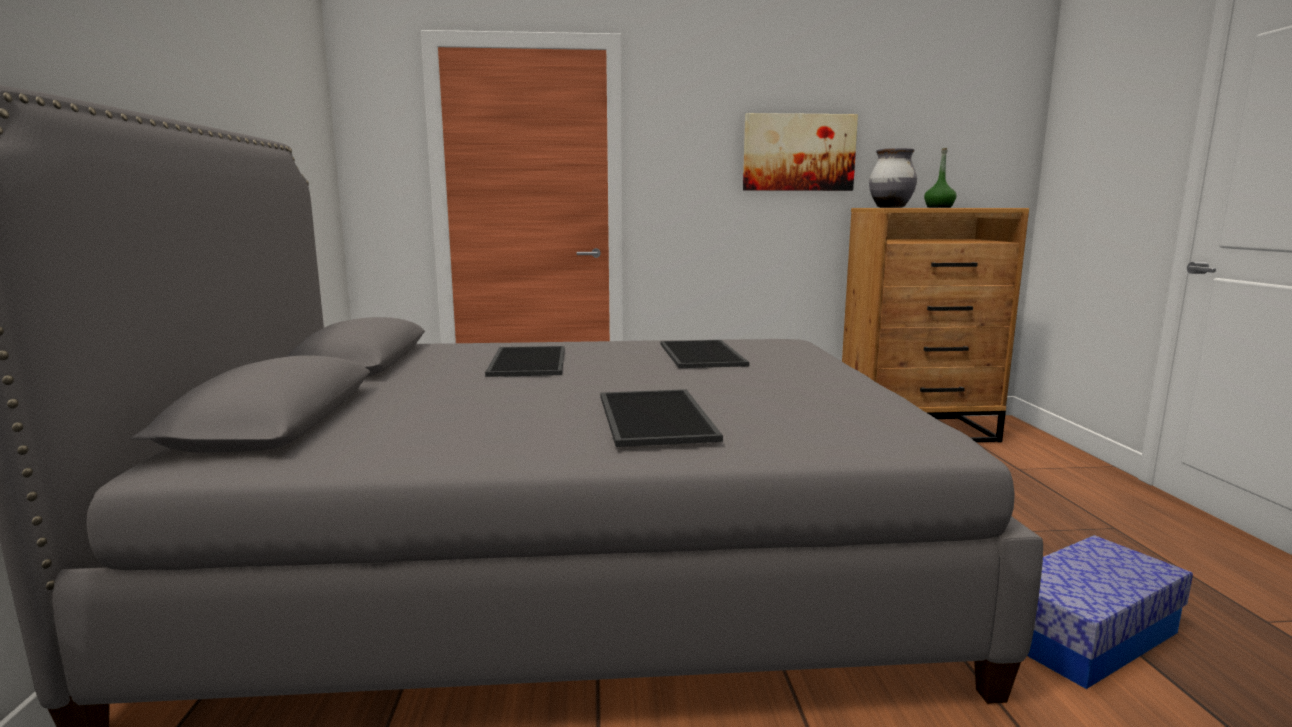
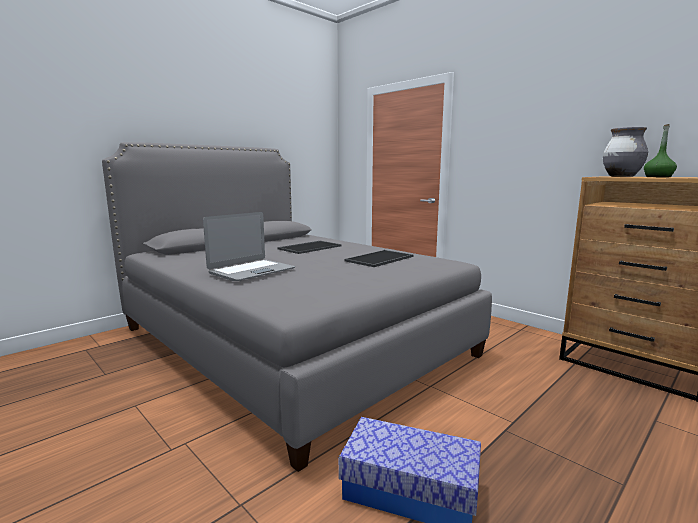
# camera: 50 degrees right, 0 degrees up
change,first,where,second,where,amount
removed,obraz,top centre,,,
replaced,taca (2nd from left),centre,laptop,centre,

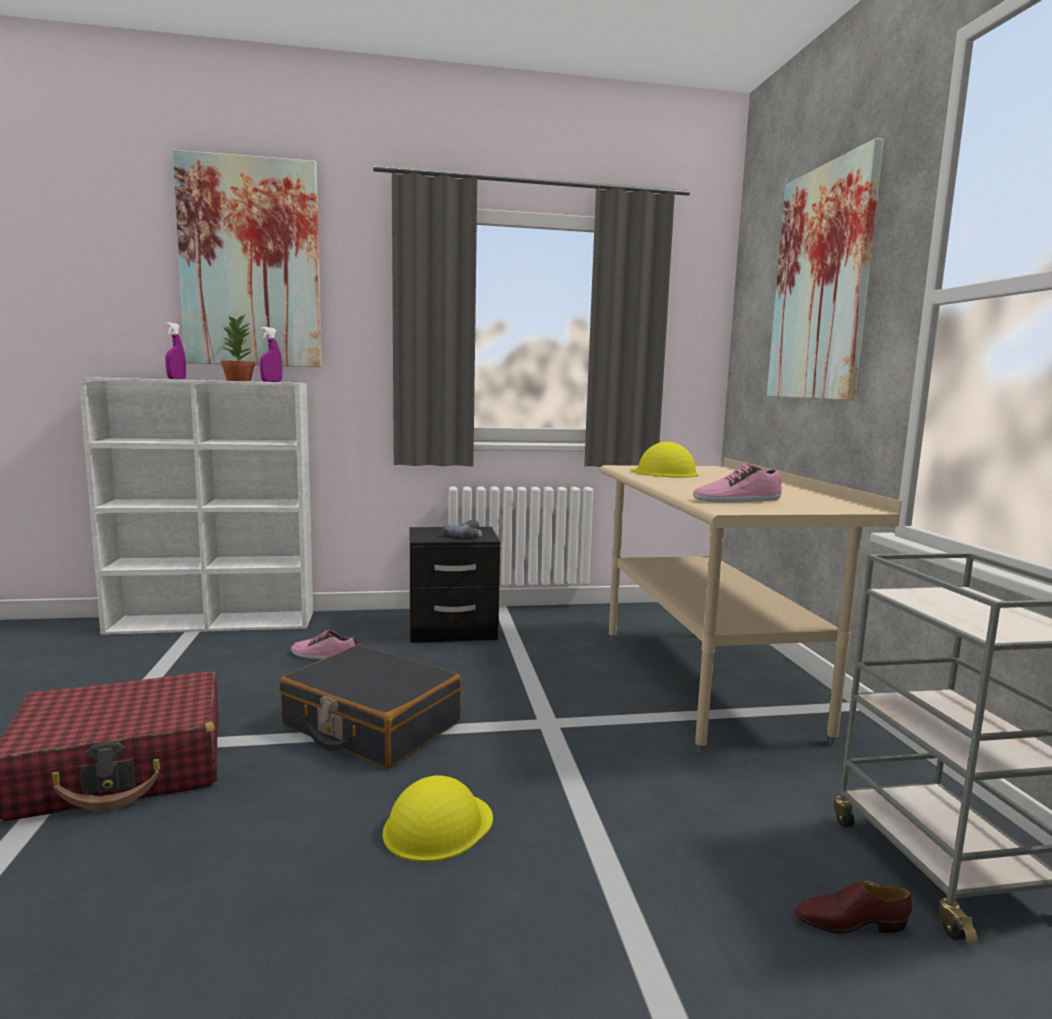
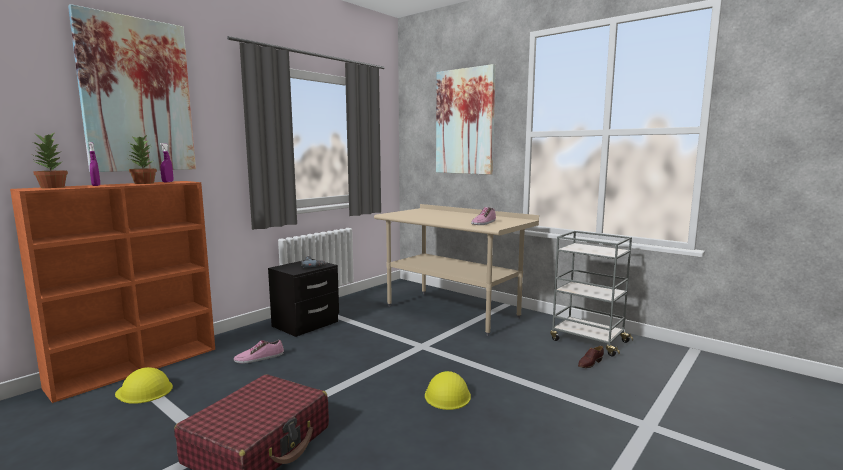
# camera: 40 degrees left, 0 degrees up
change,first,where,second,where,amount
removed,walizka (czarny),bottom centre,,,
added,,,roślina doniczkowa (1st from left),middle left,
moved,kask (żółty) (2nd from left in the first image),centre,kask (żółty) (1st from left),bottom left,
recoloured,regał (biały),middle left,regał (pomarańczowy),middle left,

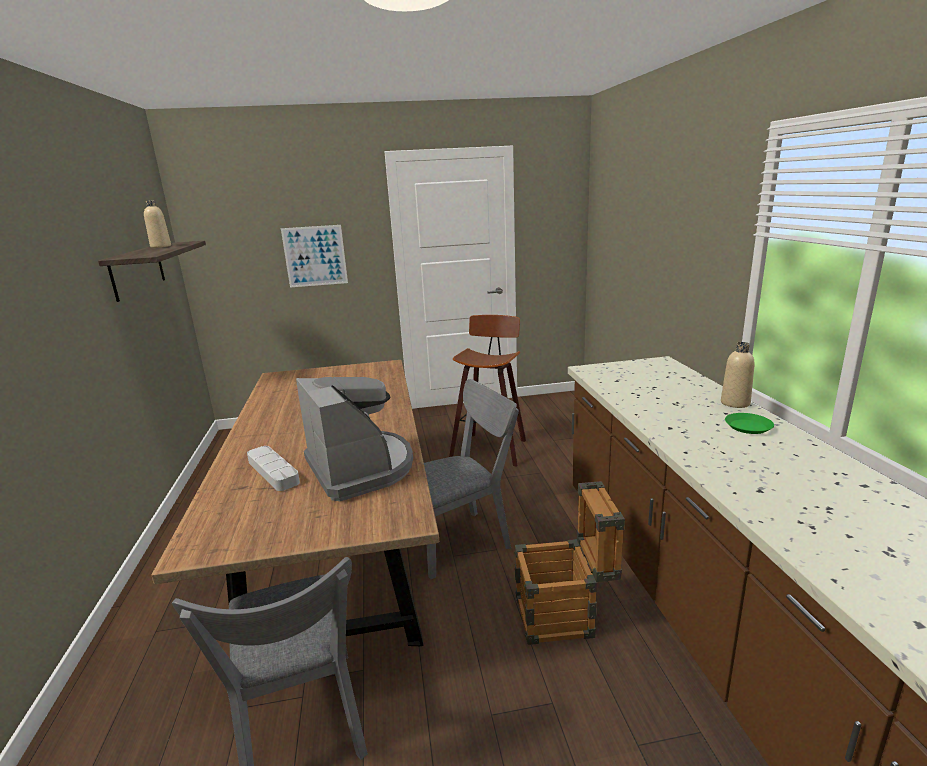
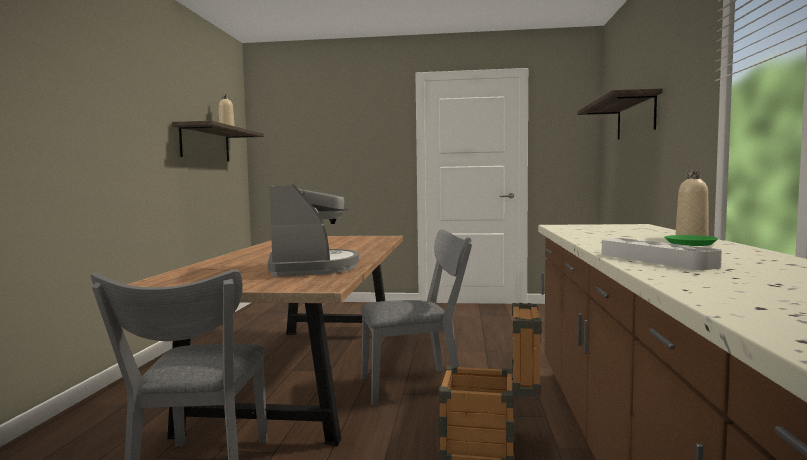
# camera: 15 degrees right, 15 degrees down
change,first,where,second,where,amount
removed,obraz,centre,,,
removed,stołek,centre,,,
added,,,półka (2nd from left),top right,
moved,taca (szary),middle left,,middle right,

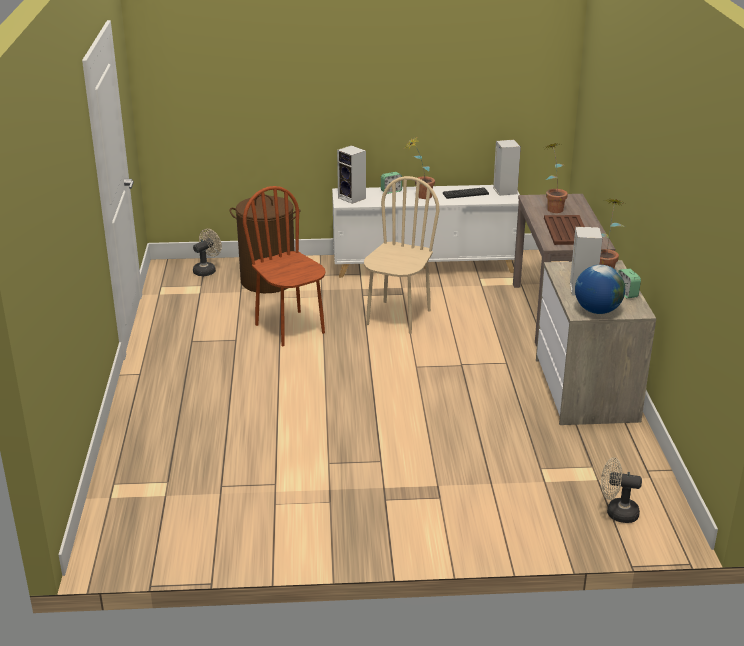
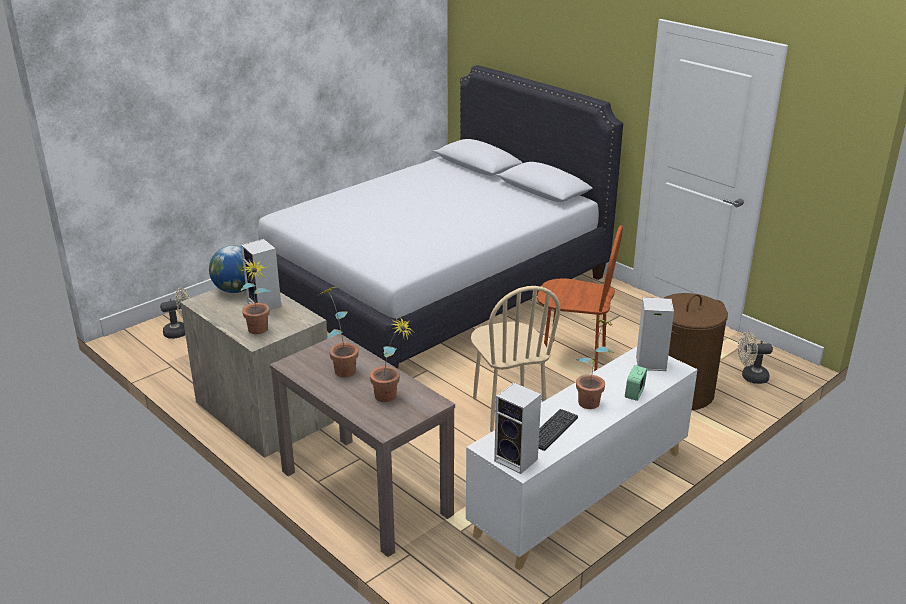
# camera: 140 degrees right, 0 degrees up
change,first,where,second,where,amount
removed,budzik (2nd from left),middle right,,,
added,,,łóżko (biały),centre,
replaced,taca (brązowy),middle right,roślina doniczkowa (2nd from left),centre,
turned,wentylator (beżowy) (1st from left in the first image),middle left,wentylator (beżowy) (2nd from left),middle right,90 degrees clockwise

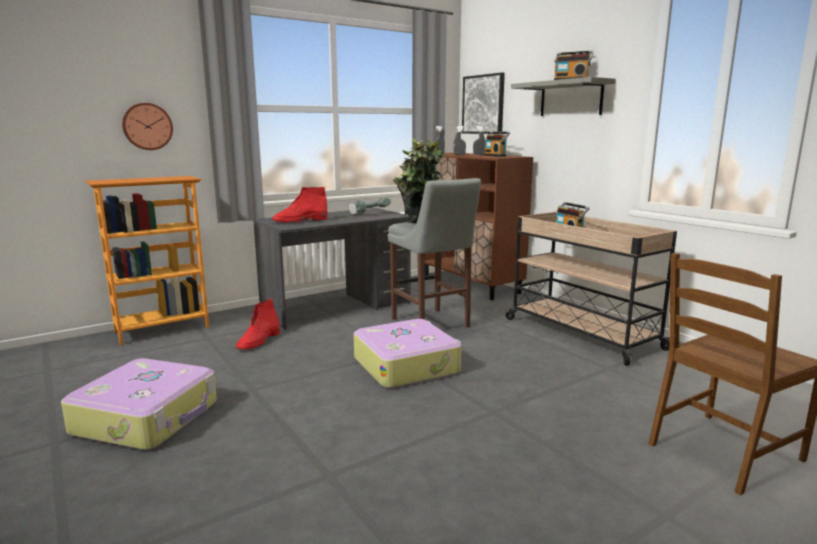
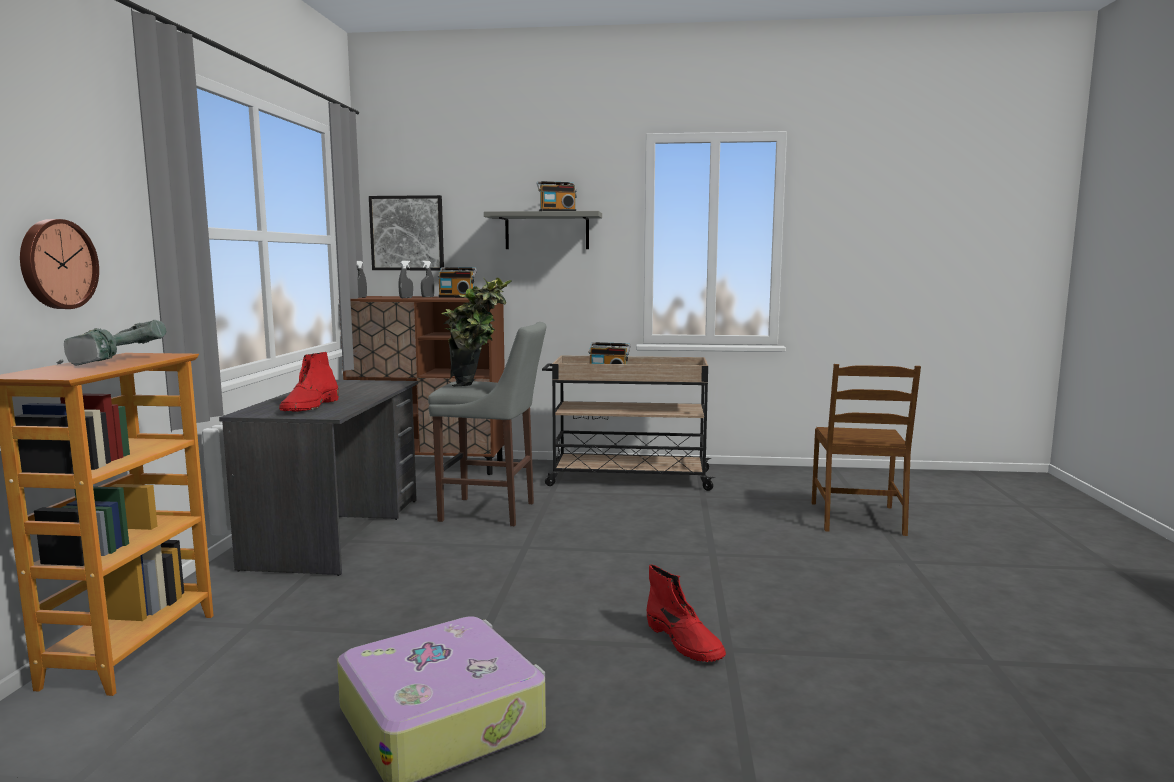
# camera: 50 degrees left, 5 degrees down
change,first,where,second,where,amount
removed,walizka (2nd from left),centre,,,
moved,but z cholewką (czerwony) (1st from left in the first image),middle left,but z cholewką (czerwony) (2nd from left),bottom centre,
moved,wiertarka,centre,,middle left,

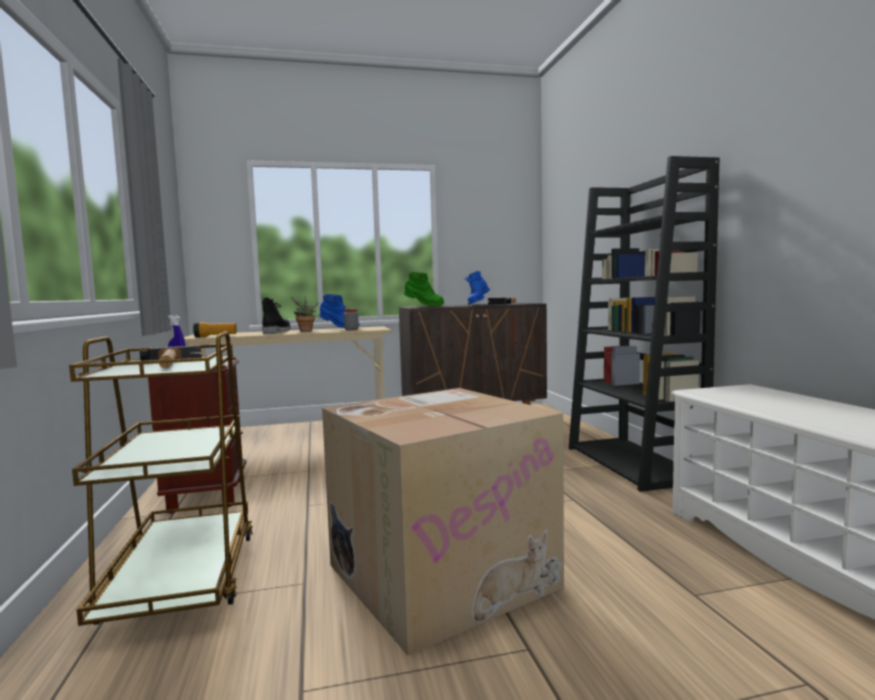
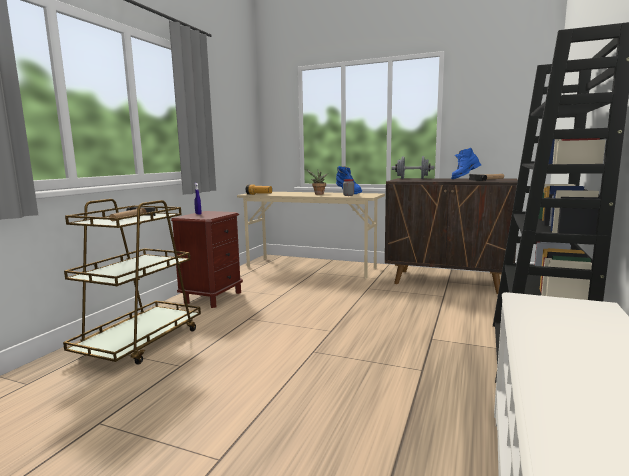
# camera: 35 degrees right, 5 degrees up
change,first,where,second,where,amount
removed,but z cholewką (czarny),middle left,,,
removed,karton,bottom centre,,,
replaced,but z cholewką (zielony),centre,hantel (szary),centre,

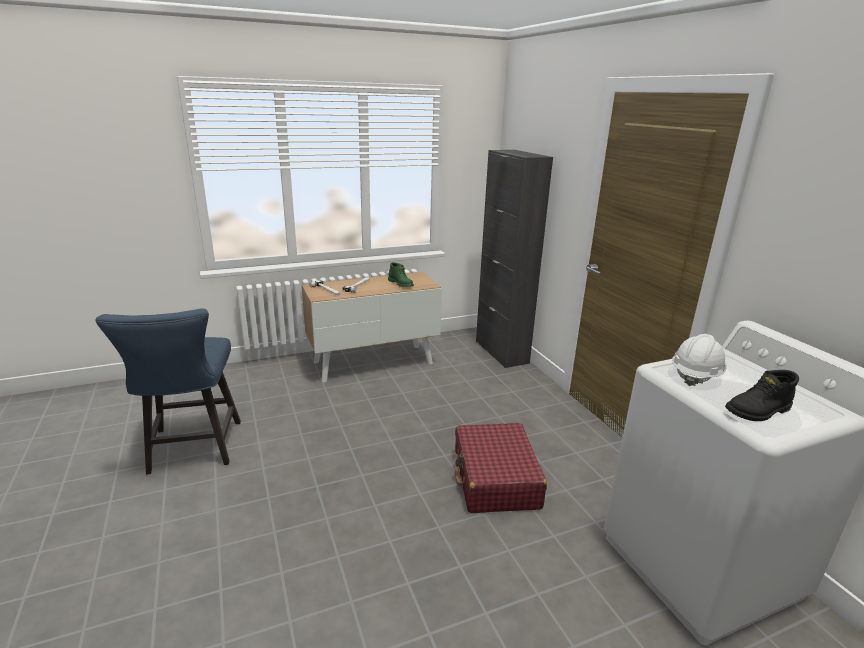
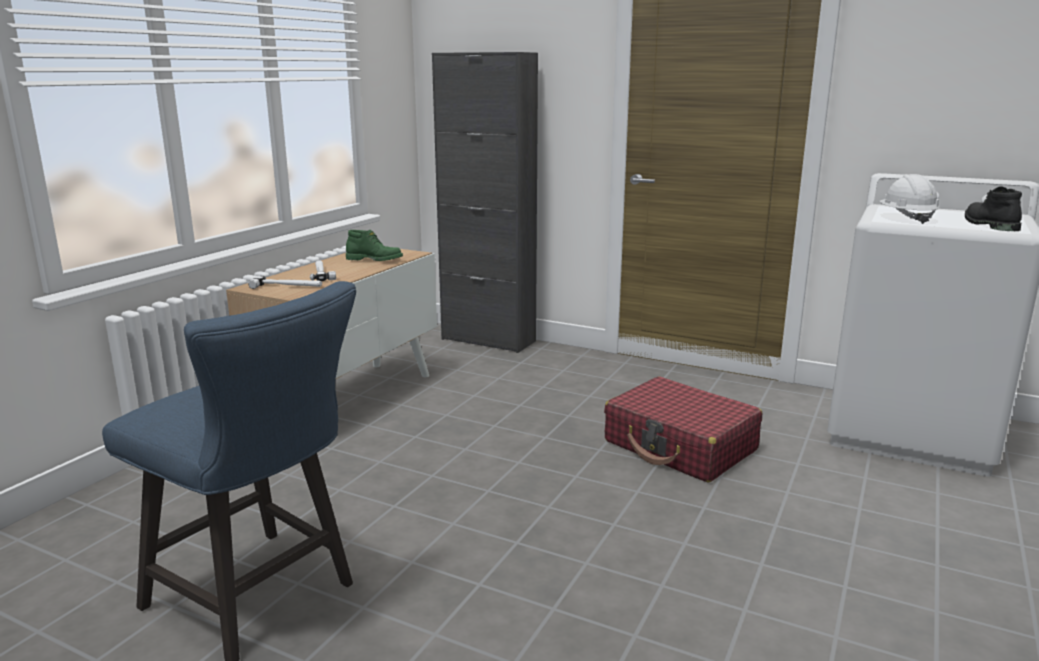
# camera: 40 degrees left, 5 degrees down
change,first,where,second,where,amount
turned,but z cholewką (czarny),middle right,,top right,150 degrees clockwise

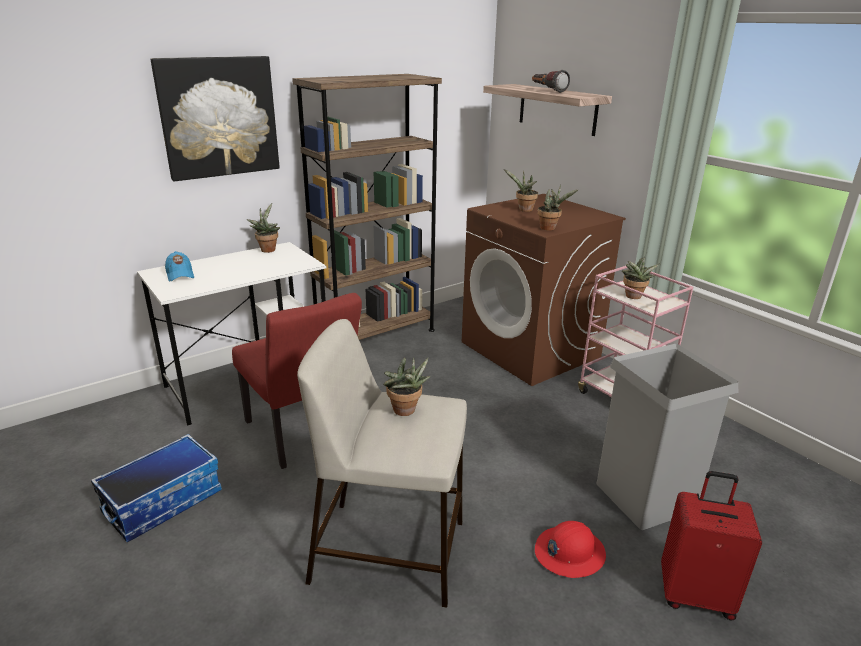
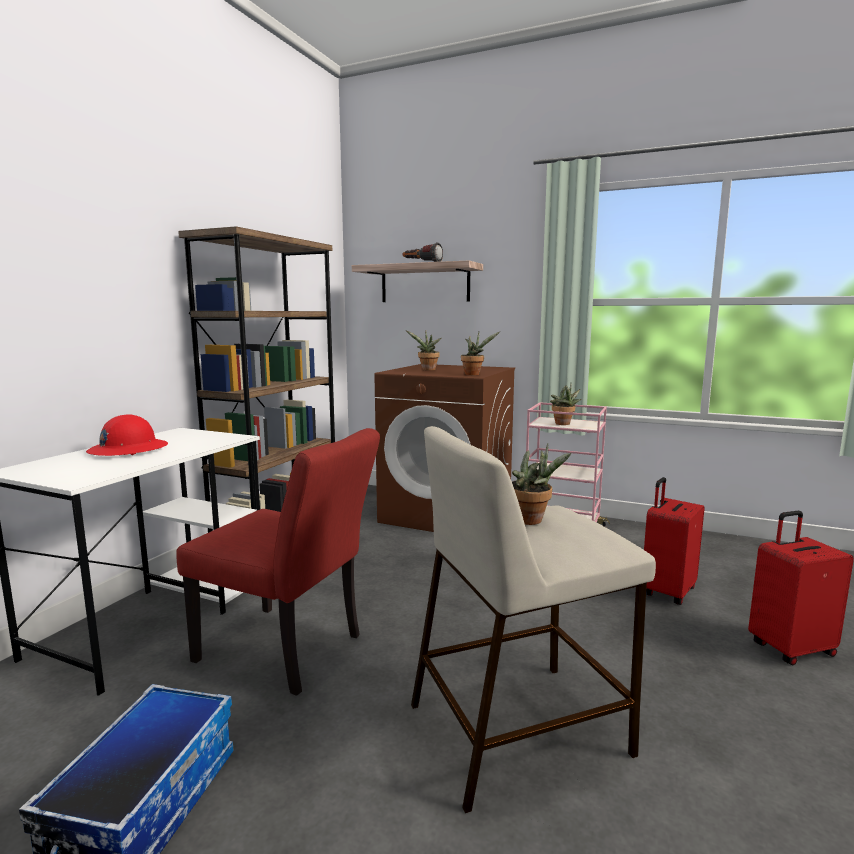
# camera: 30 degrees left, 15 degrees down
change,first,where,second,where,amount
removed,obraz,top left,,,
removed,czapka z daszkiem (niebieski),middle left,,,
removed,roślina doniczkowa (1st from left),middle left,,,
moved,kask (czerwony),bottom centre,,middle left,
replaced,kosz na śmieci (szary),bottom right,walizka (czerwony) (1st from left),middle right,

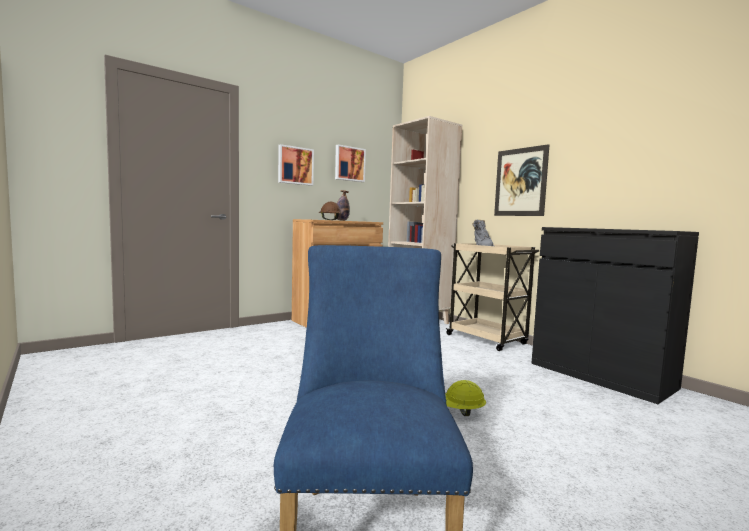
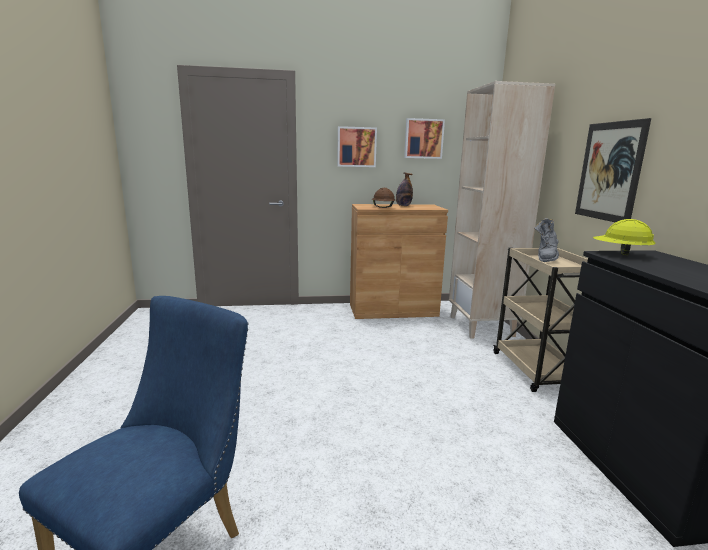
# camera: 30 degrees right, 10 degrees up
change,first,where,second,where,amount
moved,kask (żółty),bottom centre,,middle right,

